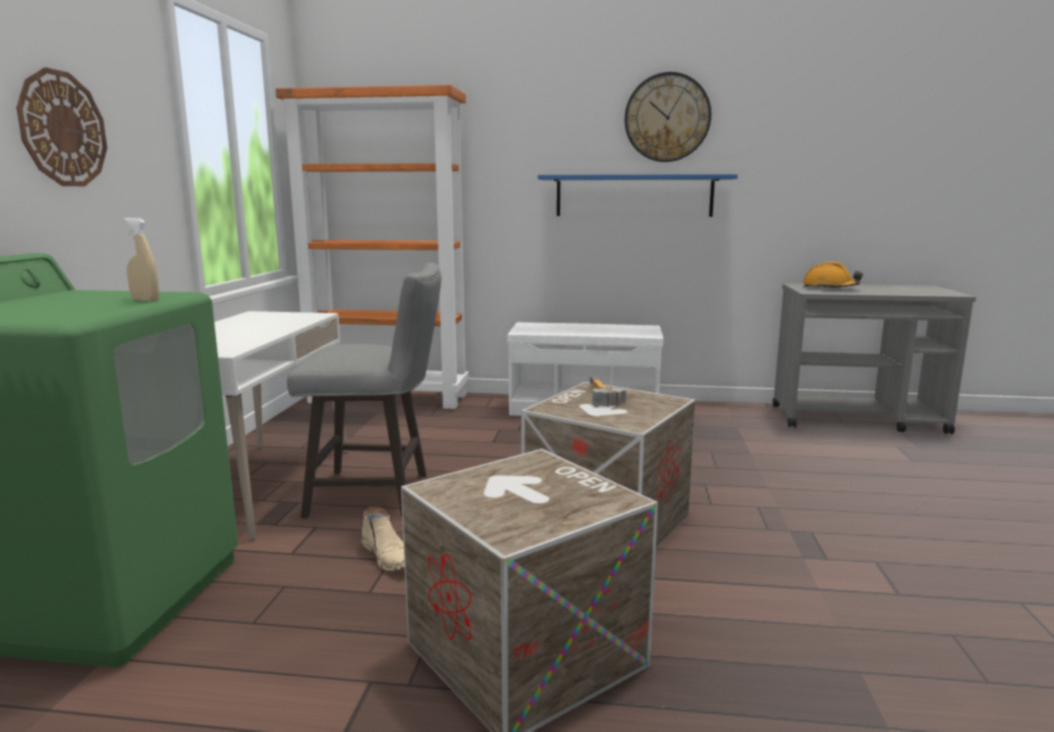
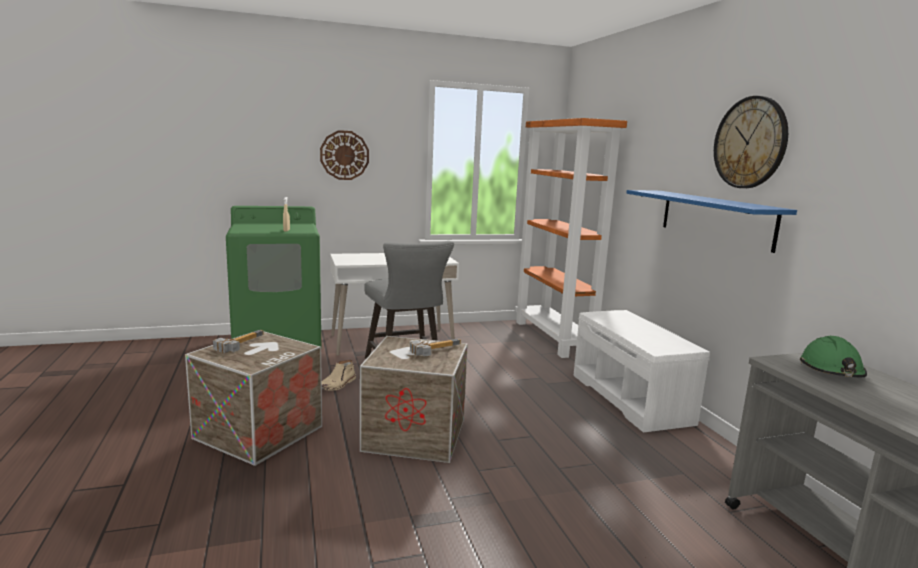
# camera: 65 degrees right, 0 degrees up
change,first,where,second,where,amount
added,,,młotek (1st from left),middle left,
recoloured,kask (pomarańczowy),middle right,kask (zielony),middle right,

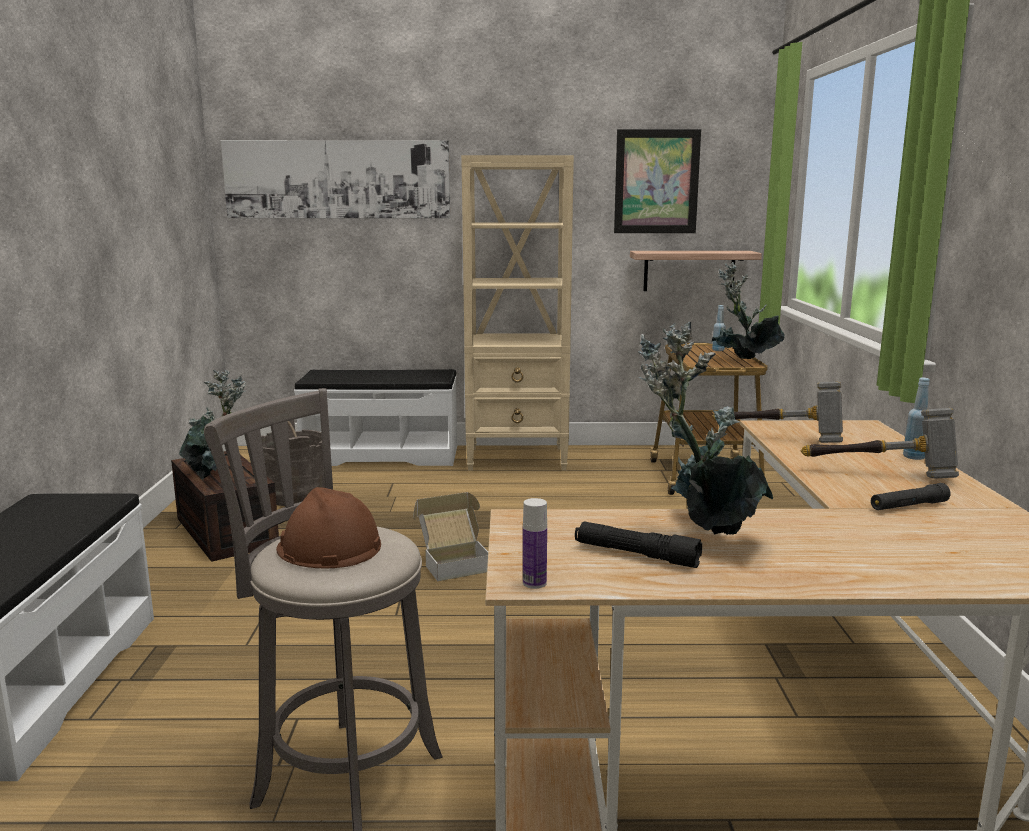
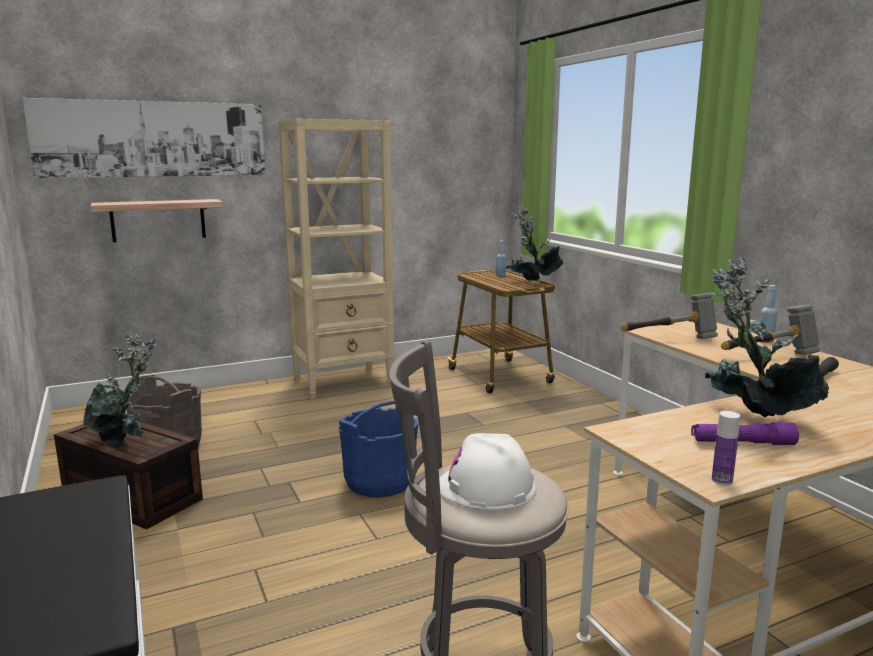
# camera: 25 degrees left, 0 degrees up
change,first,where,second,where,amount
removed,ławka (biały) (2nd from left),centre,,,
removed,obraz (2nd from left),top centre,,,
moved,półka,top right,,middle left,
replaced,karton,centre,wiadro (niebieski),bottom centre,
recoloured,kask (brązowy),middle left,kask (biały),bottom centre,
recoloured,latarka (czarny) (1st from left),centre,latarka (fioletowy),middle right,

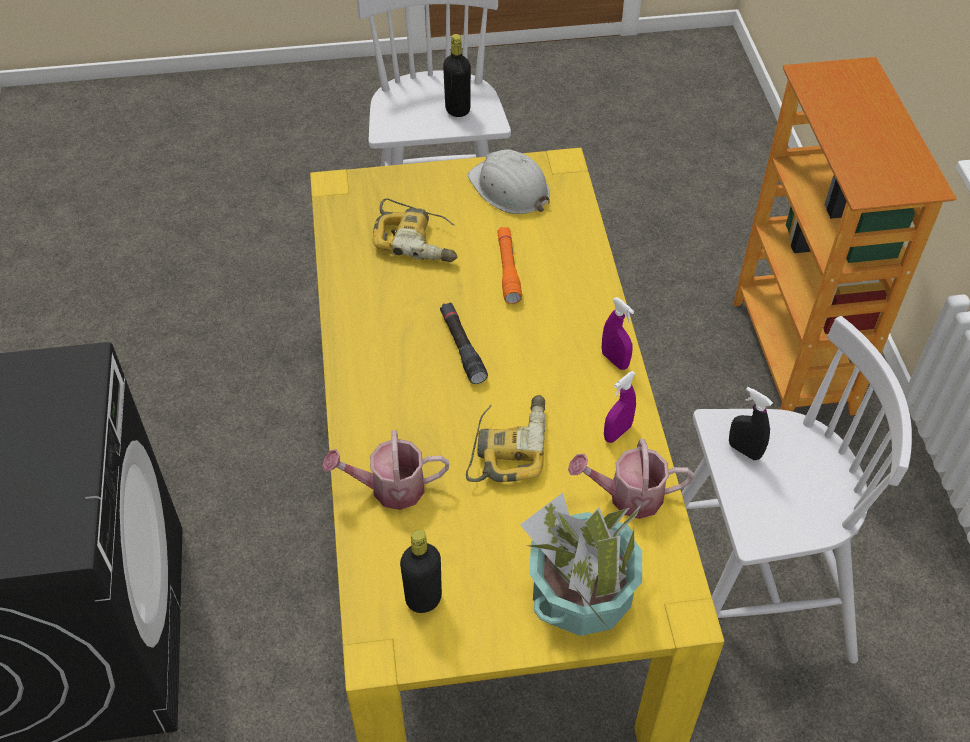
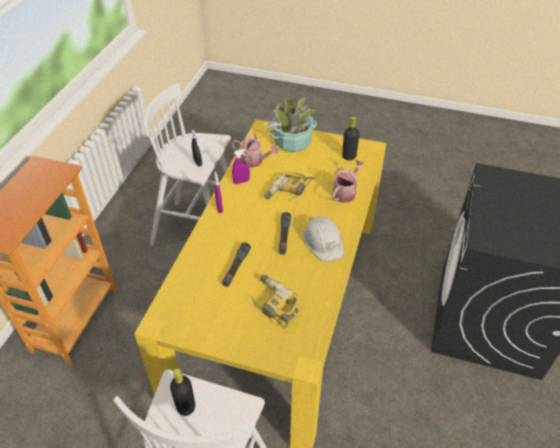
# camera: 155 degrees left, 5 degrees down
change,first,where,second,where,amount
moved,kask (biały),top centre,,centre,
recoloured,latarka (pomarańczowy),centre,latarka (czarny) (1st from left),centre,
turned,konewka (1st from left in the first image),centre,konewka (2nd from left),centre,75 degrees counterclockwise

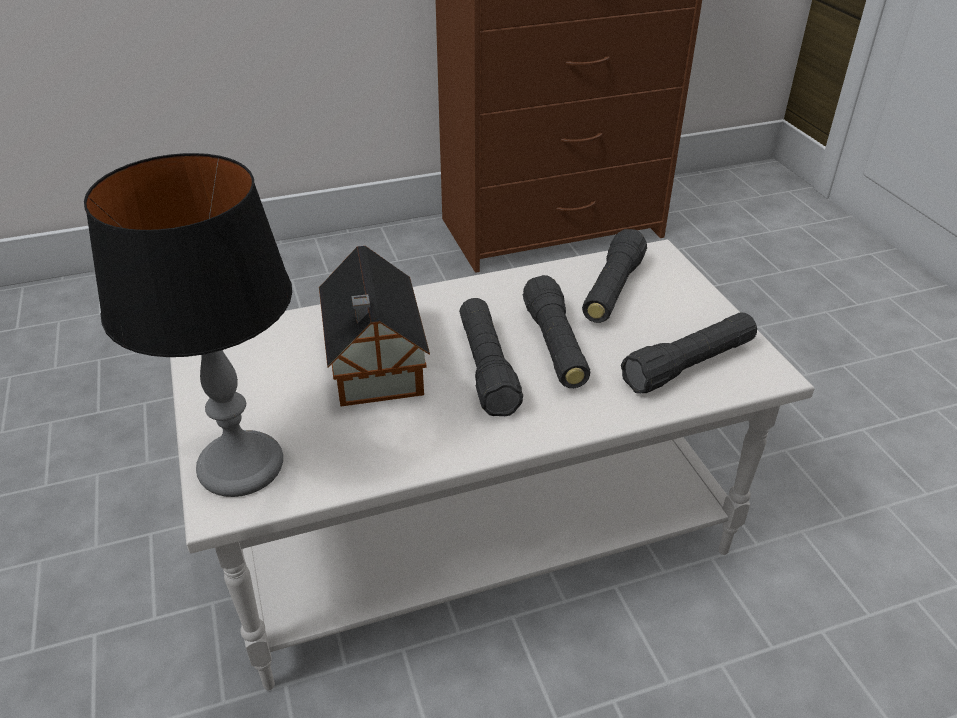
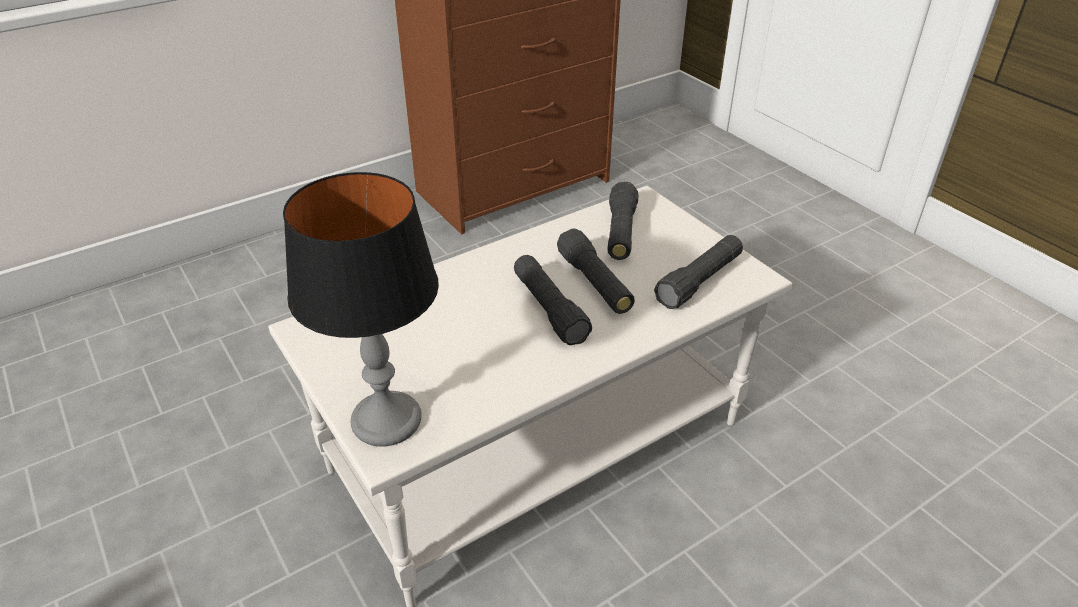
# camera: 15 degrees left, 0 degrees up
change,first,where,second,where,amount
removed,domek,centre,,,

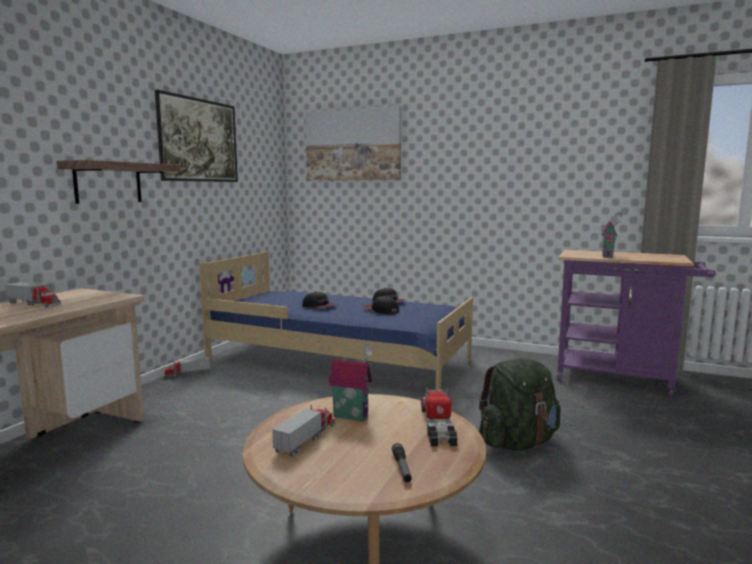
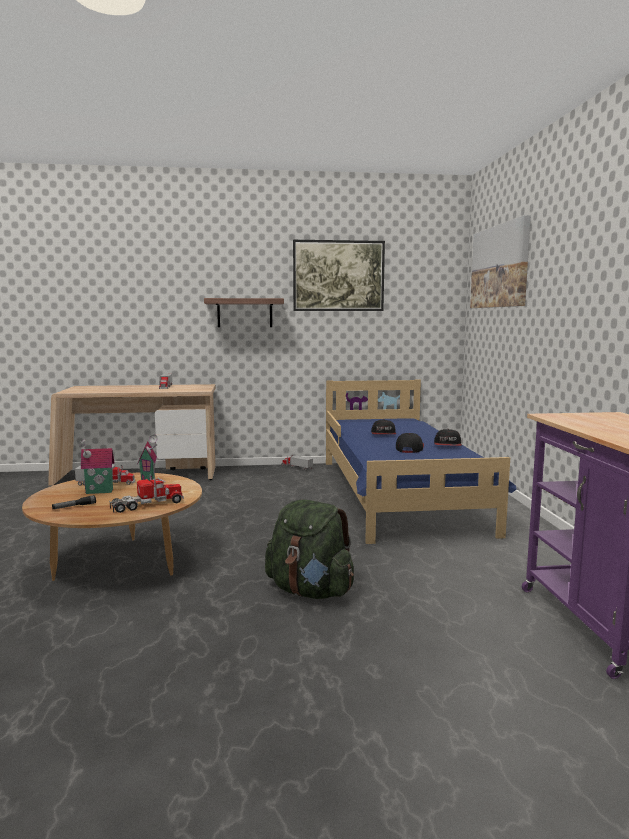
# camera: 60 degrees right, 0 degrees up
change,first,where,second,where,amount
moved,domek (2nd from left in the first image),middle right,domek (1st from left),middle left,

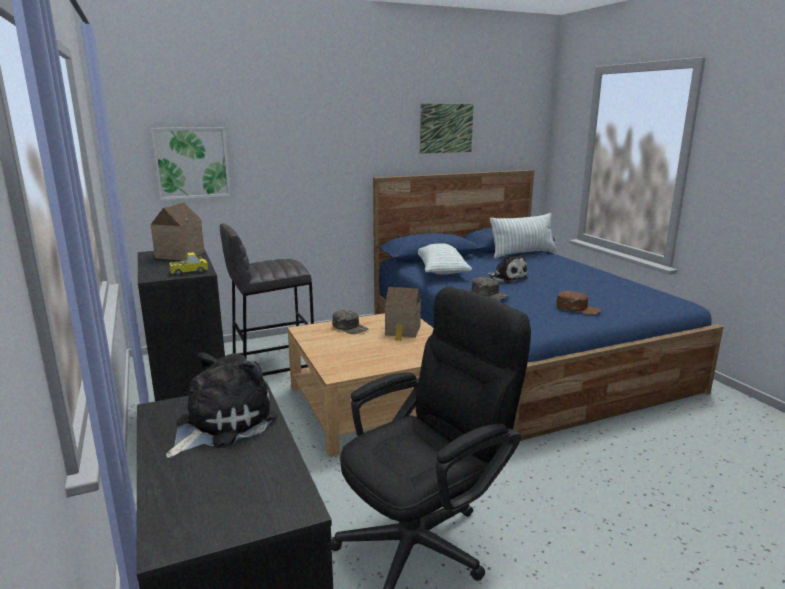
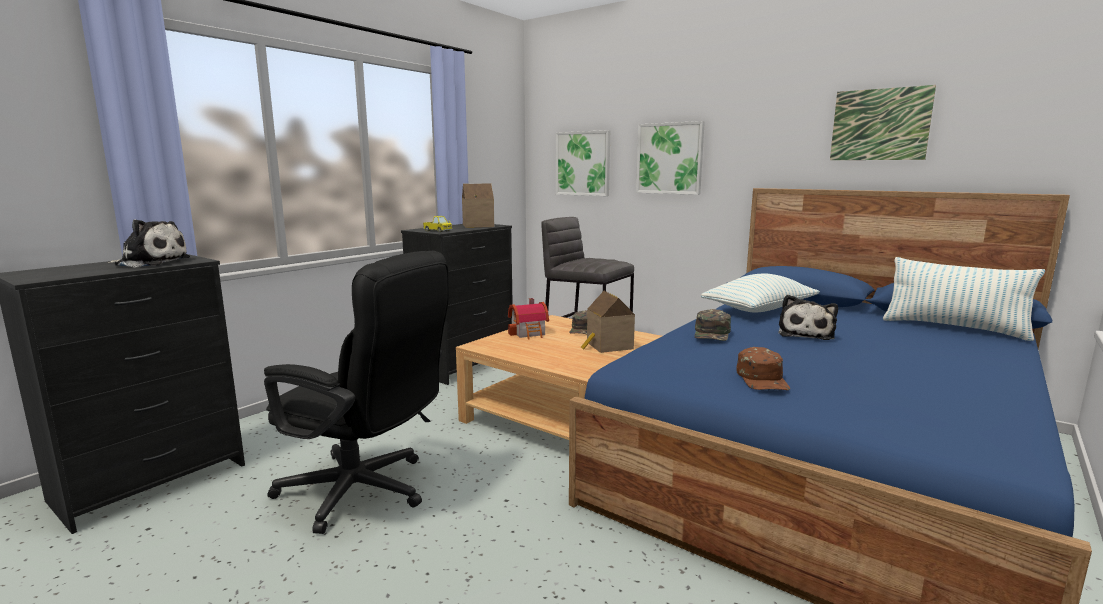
# camera: 60 degrees right, 5 degrees down
change,first,where,second,where,amount
added,,,domek (2nd from left),centre,
added,,,obraz (2nd from left),top centre,

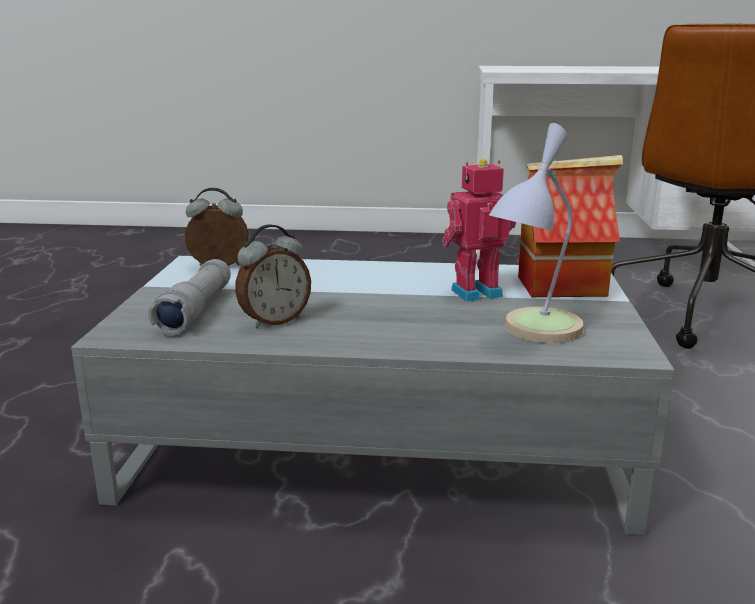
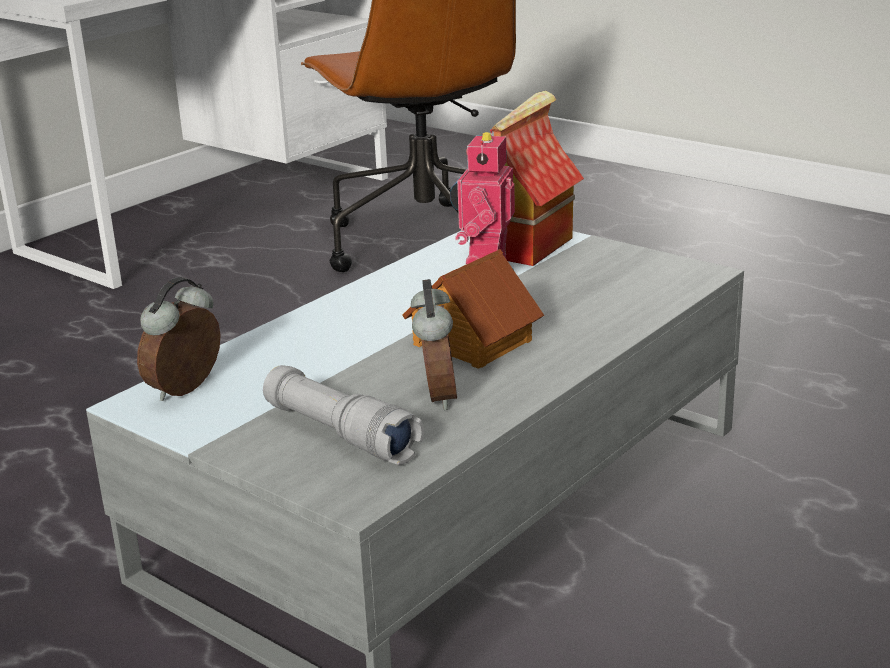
# camera: 55 degrees left, 5 degrees up
change,first,where,second,where,amount
removed,lampa stołowa,middle right,,,
added,,,domek (1st from left),centre,

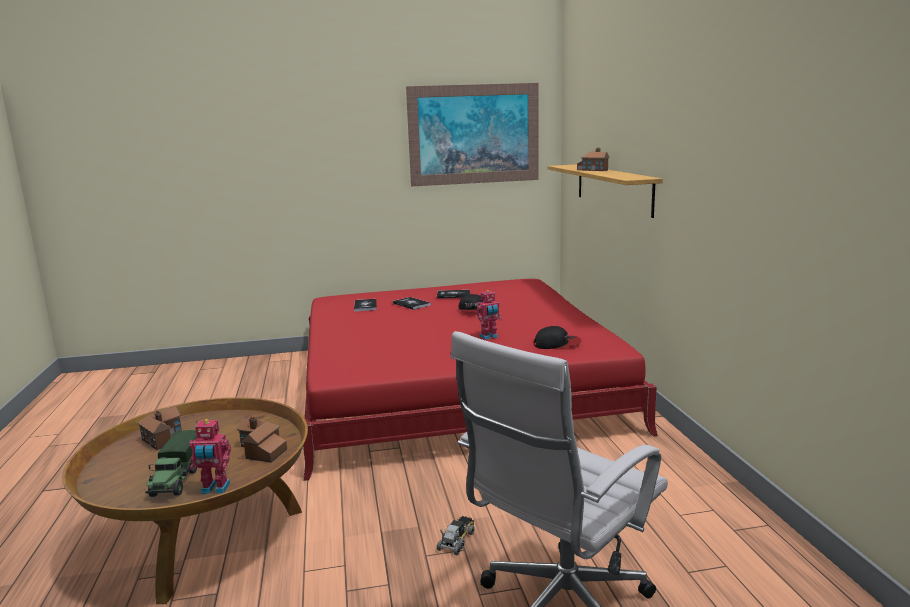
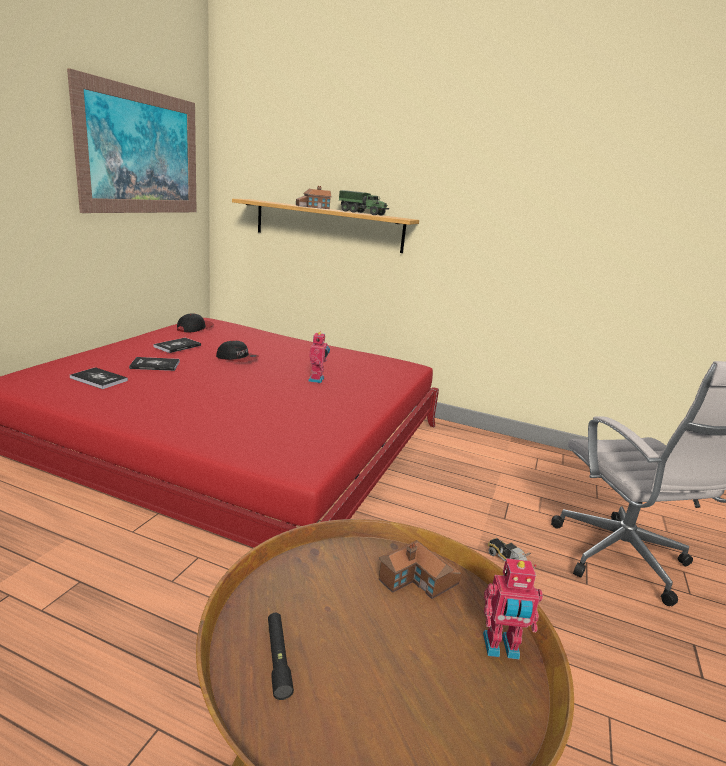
# camera: 60 degrees left, 5 degrees up
change,first,where,second,where,amount
moved,ciężarówka zabawkowa (1st from left),bottom left,,top centre,
moved,czapka z daszkiem (2nd from left in the first image),centre,czapka z daszkiem (1st from left),middle left,
replaced,domek (1st from left),bottom left,latarka (czarny),bottom centre,
turned,robot zabawkowy (1st from left in the first image),bottom left,robot zabawkowy (2nd from left),bottom right,60 degrees clockwise

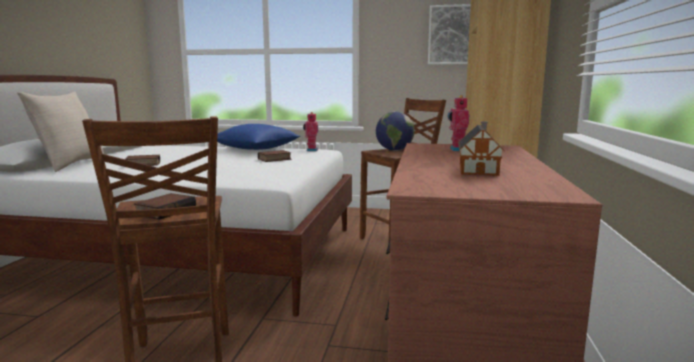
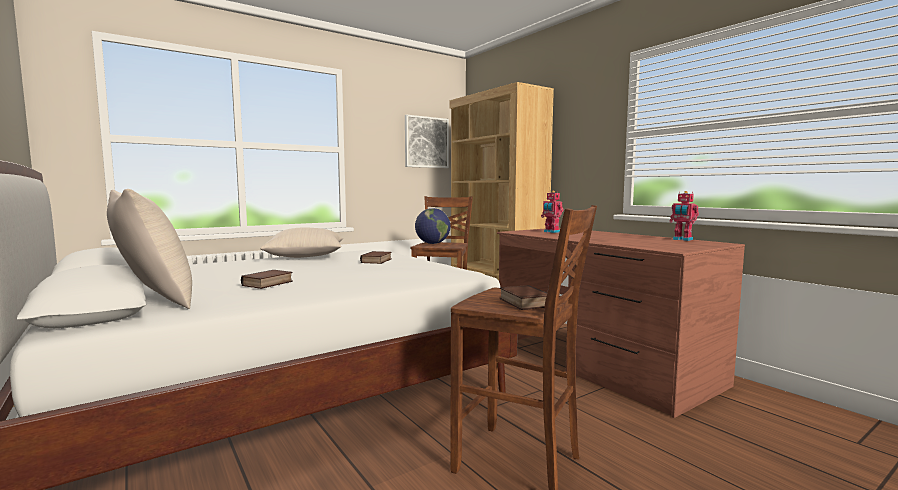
# camera: 45 degrees left, 5 degrees down
change,first,where,second,where,amount
removed,domek,middle right,,,
moved,robot zabawkowy (1st from left in the first image),centre,robot zabawkowy (2nd from left),middle right,
recoloured,poduszka (niebieski),centre,poduszka (beżowy) (2nd from left),centre,

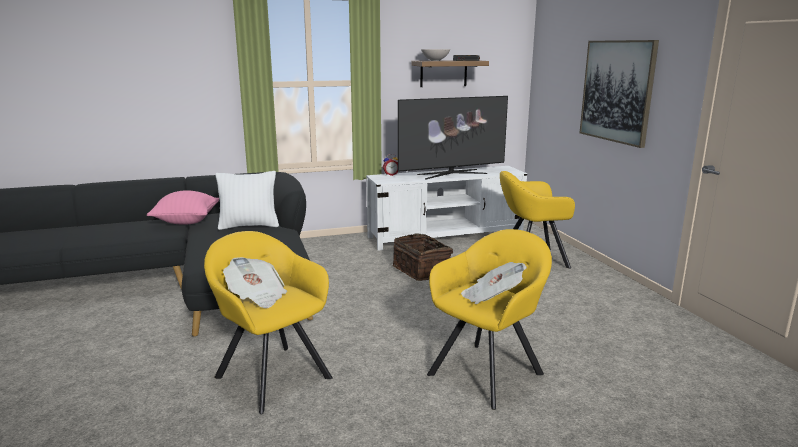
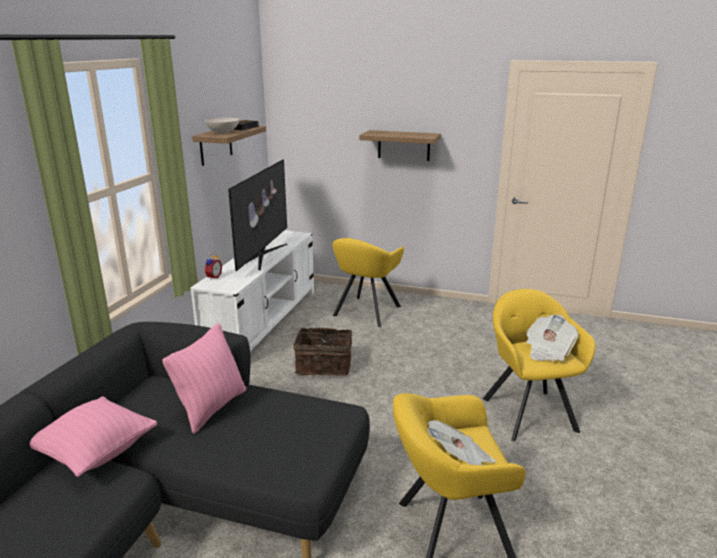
# camera: 55 degrees left, 5 degrees up
change,first,where,second,where,amount
replaced,obraz,top right,półka (2nd from left),top centre,
recoloured,poduszka (biały),middle left,poduszka (różowy) (2nd from left),bottom left,

